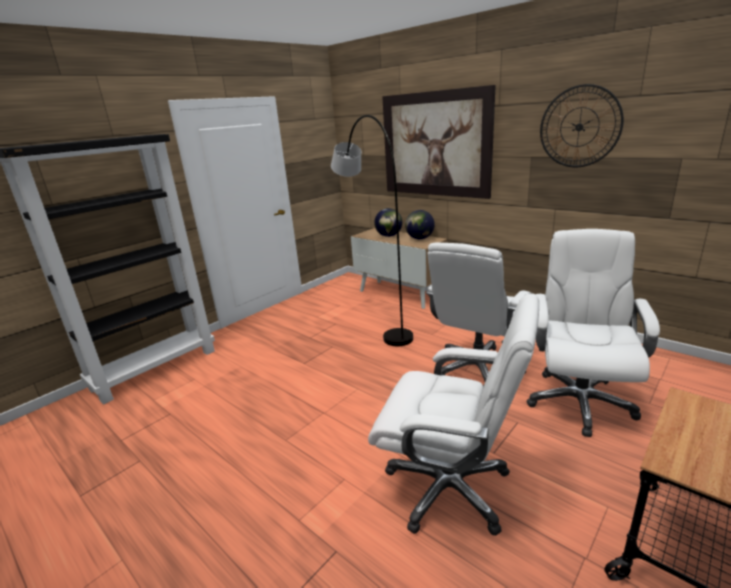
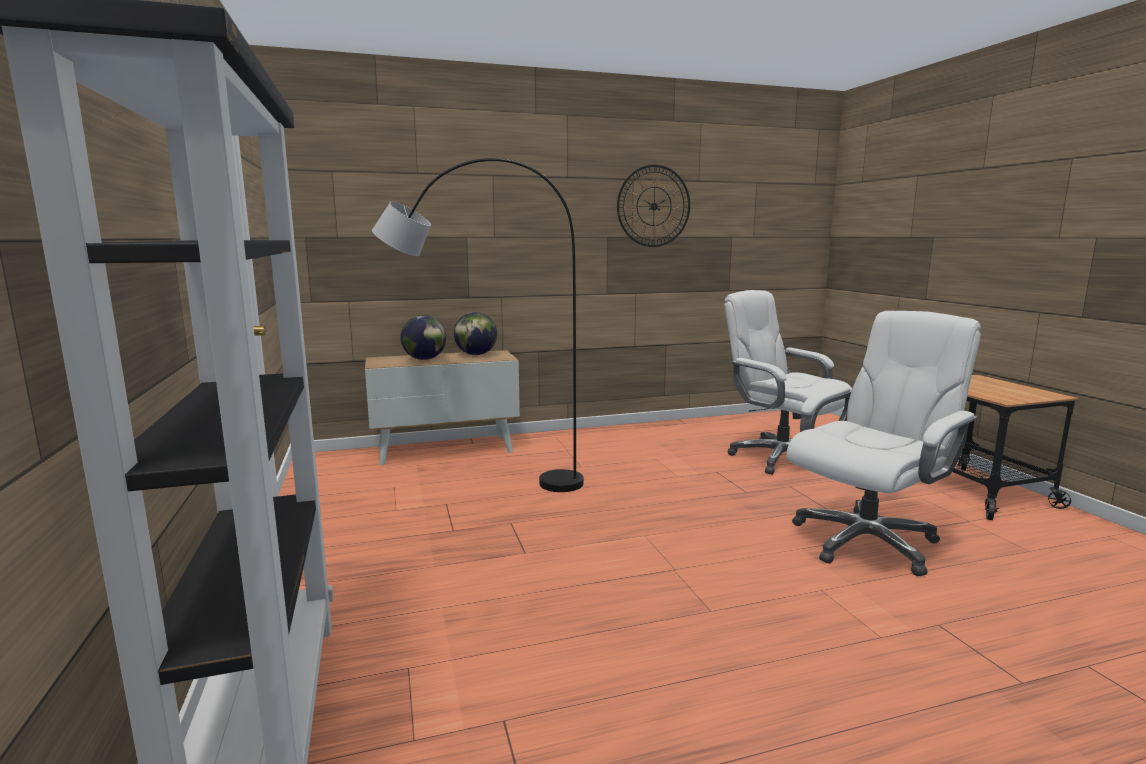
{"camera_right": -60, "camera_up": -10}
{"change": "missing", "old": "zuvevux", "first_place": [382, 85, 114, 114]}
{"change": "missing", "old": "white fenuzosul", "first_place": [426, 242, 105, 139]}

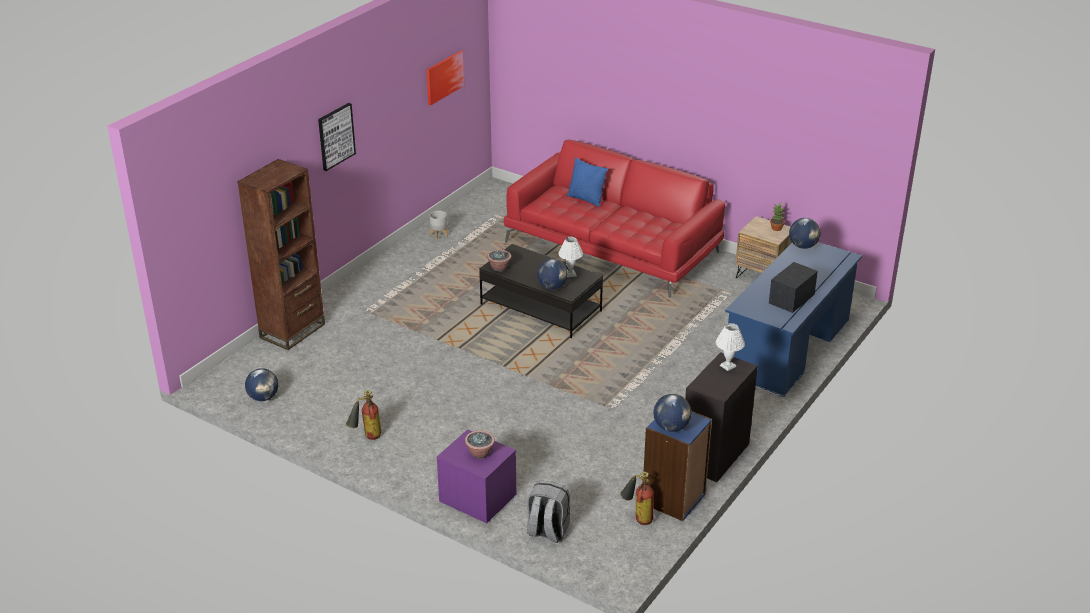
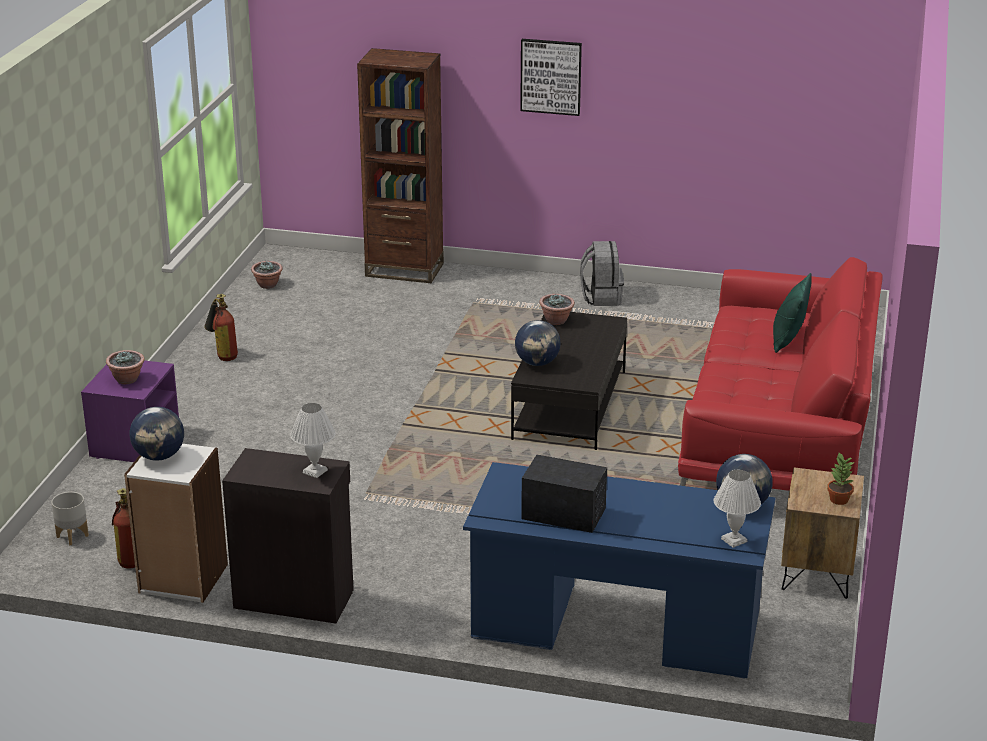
{"camera_right": 70, "camera_up": -5}
{"change": "missing", "old": "zuvevux", "first_place": [427, 51, 37, 54]}
{"change": "colour", "old": "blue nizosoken", "new": "green nizosoken", "first_place": [566, 157, 42, 50], "second_place": [773, 273, 39, 80]}
{"change": "relocated", "old": "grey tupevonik", "first_place": [429, 211, 18, 29], "second_place": [52, 492, 37, 53]}
{"change": "relocated", "old": "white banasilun", "first_place": [558, 237, 25, 40], "second_place": [714, 470, 47, 78]}
{"change": "exchanged", "old": "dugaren", "new": "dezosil", "first_place": [245, 368, 33, 33], "second_place": [251, 261, 32, 28]}
{"change": "colour", "old": "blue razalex", "new": "white razalex", "first_place": [644, 411, 68, 110], "second_place": [124, 444, 104, 159]}
{"change": "relocated", "old": "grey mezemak", "first_place": [527, 481, 43, 62], "second_place": [580, 241, 44, 65]}

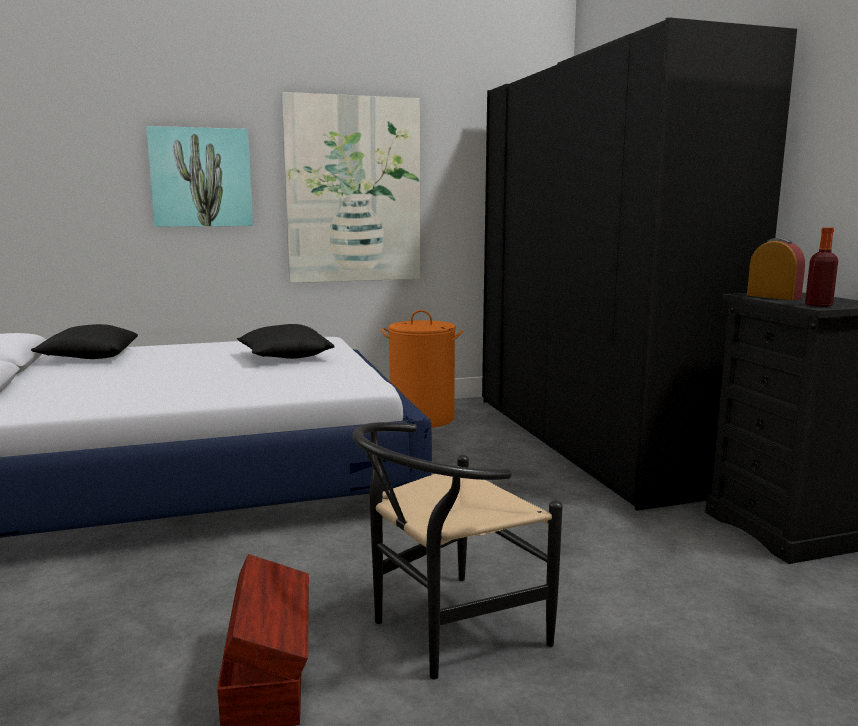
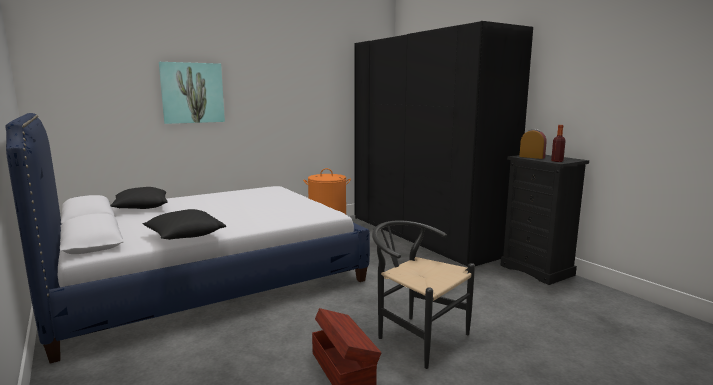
{"camera_right": -15, "camera_up": 0}
{"change": "missing", "old": "zuvevux", "first_place": [281, 92, 139, 191]}
{"change": "relocated", "old": "black nizosoken", "first_place": [237, 324, 98, 35], "second_place": [142, 209, 84, 31]}
{"change": "spun", "old": "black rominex", "first_place": [353, 422, 210, 257], "second_place": [372, 220, 103, 149], "degrees": 90}

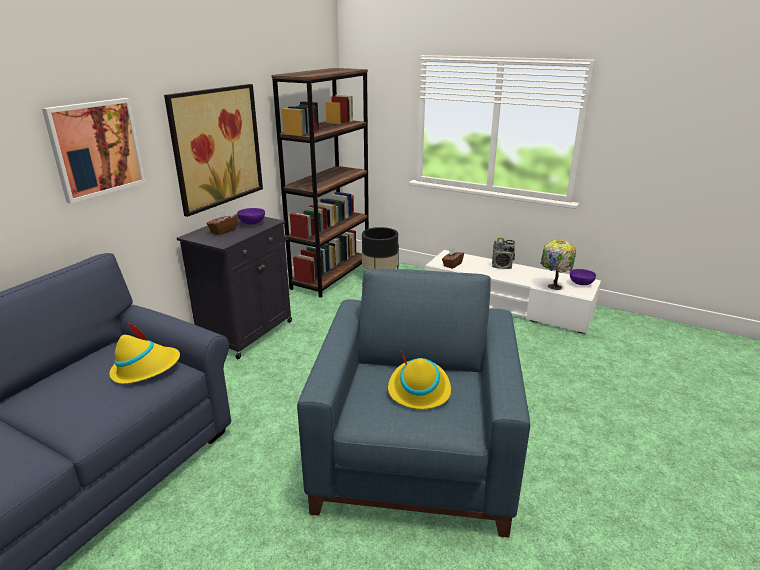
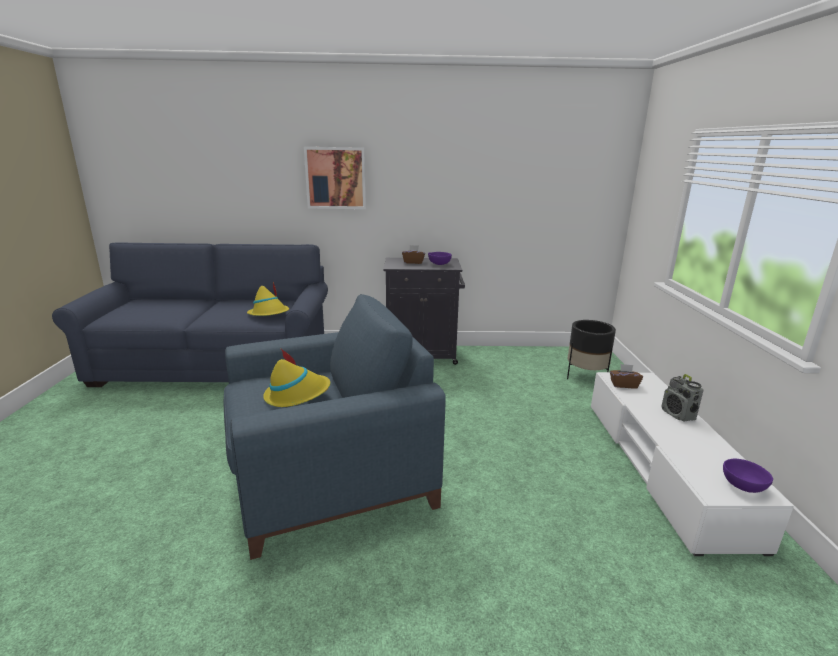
{"camera_right": 60, "camera_up": -5}
{"change": "missing", "old": "brown razalex", "first_place": [271, 68, 98, 230]}
{"change": "missing", "old": "zuvevux", "first_place": [164, 84, 99, 133]}
{"change": "missing", "old": "banasilun", "first_place": [540, 240, 36, 50]}

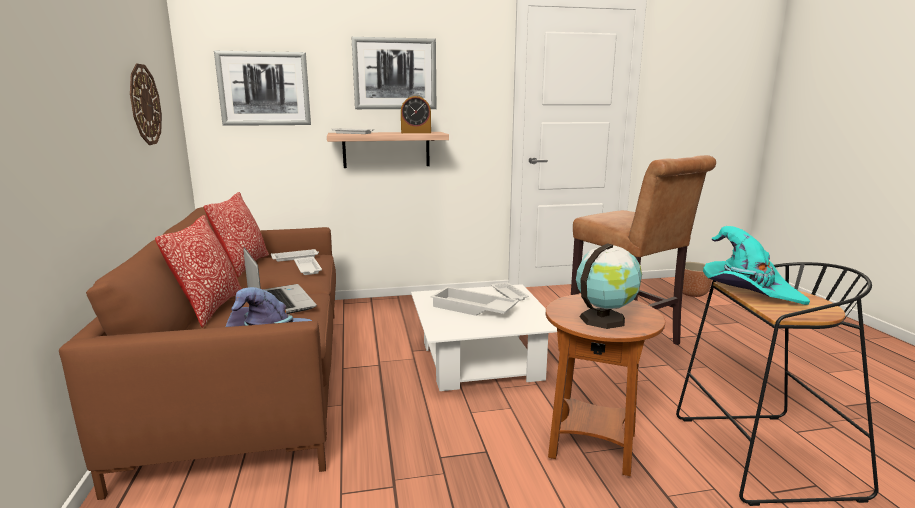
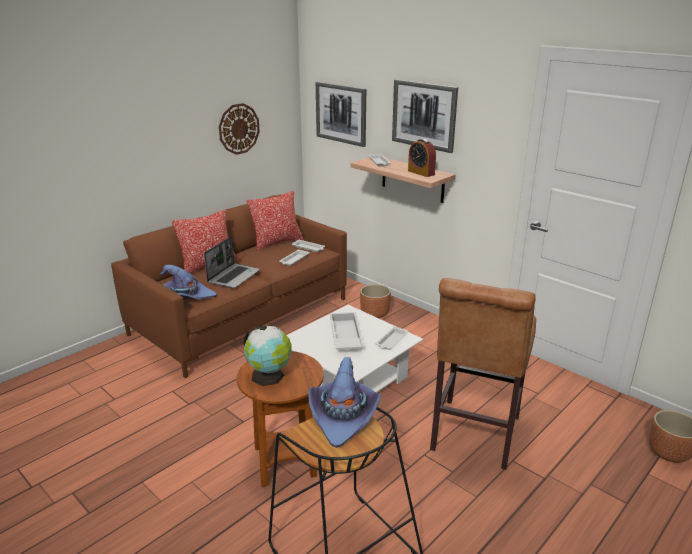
{"camera_right": 55, "camera_up": 10}
{"change": "colour", "old": "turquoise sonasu", "new": "purple sonasu", "first_place": [703, 226, 107, 79], "second_place": [308, 357, 73, 91]}
{"change": "appeared", "new": "brown tupevonik", "second_place": [360, 284, 31, 34]}

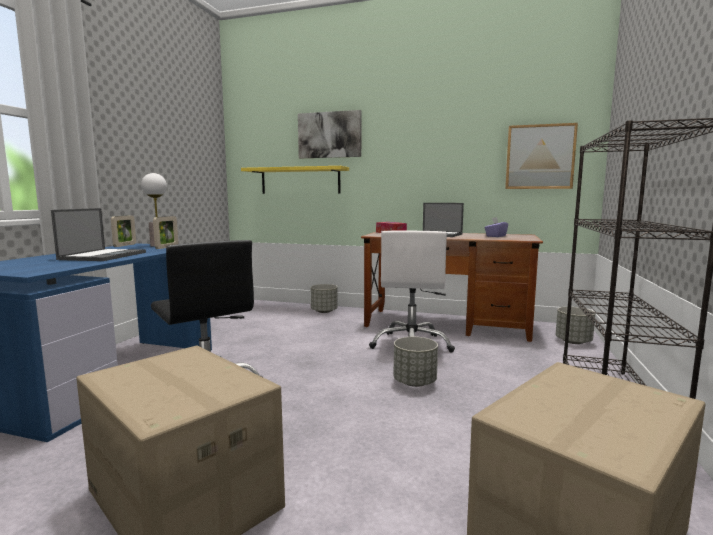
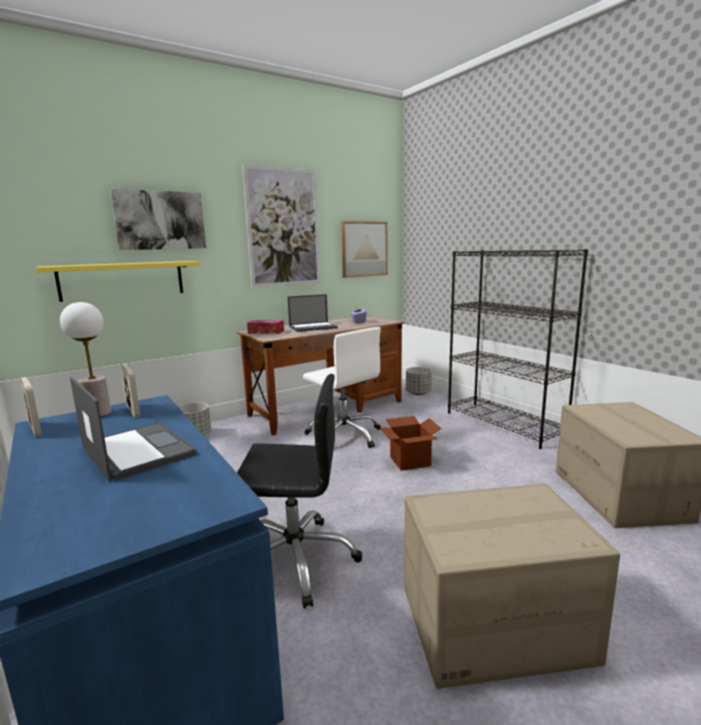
{"camera_right": -50, "camera_up": 5}
{"change": "exchanged", "old": "grey tupevonik", "new": "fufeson", "first_place": [394, 337, 44, 50], "second_place": [380, 416, 62, 55]}
{"change": "appeared", "new": "zuvevux", "second_place": [242, 164, 78, 124]}

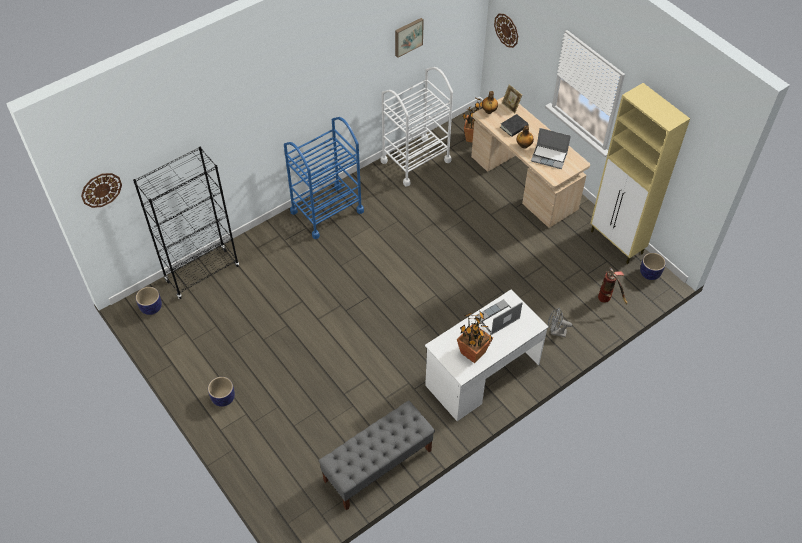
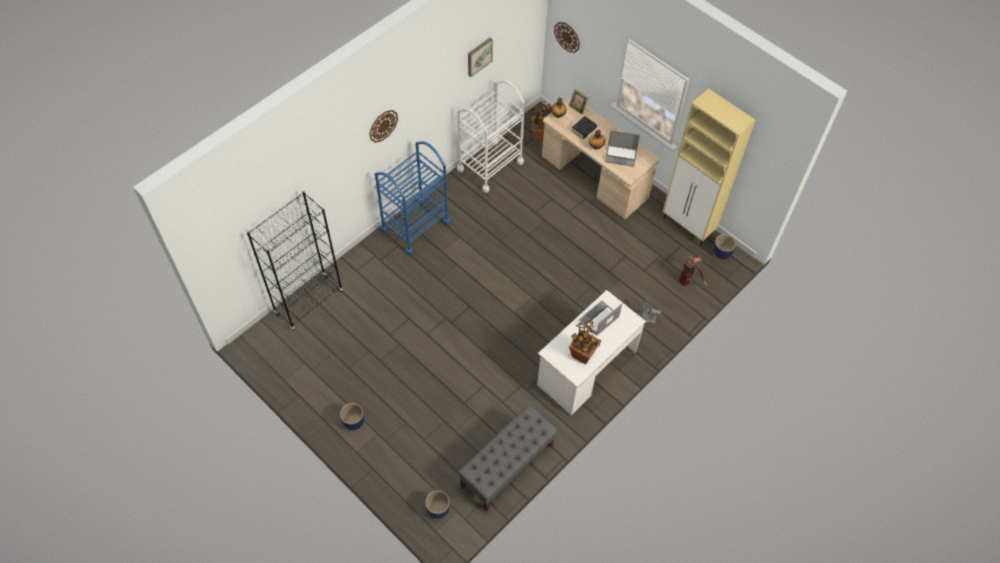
{"camera_right": -10, "camera_up": 5}
{"change": "relocated", "old": "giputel", "first_place": [81, 173, 41, 35], "second_place": [369, 110, 29, 33]}
{"change": "relocated", "old": "tupevonik", "first_place": [136, 287, 26, 28], "second_place": [425, 490, 25, 29]}

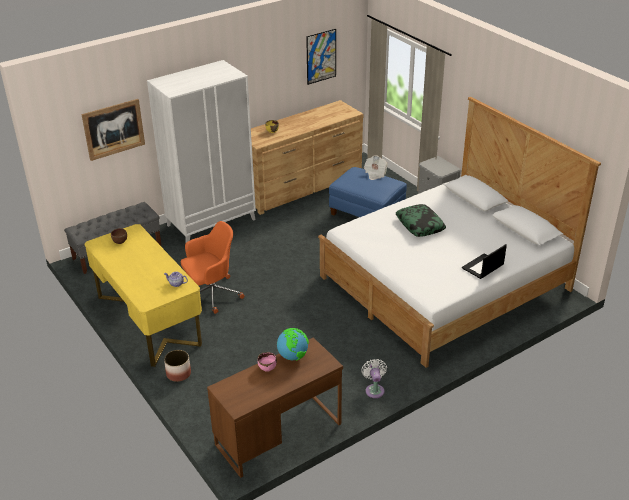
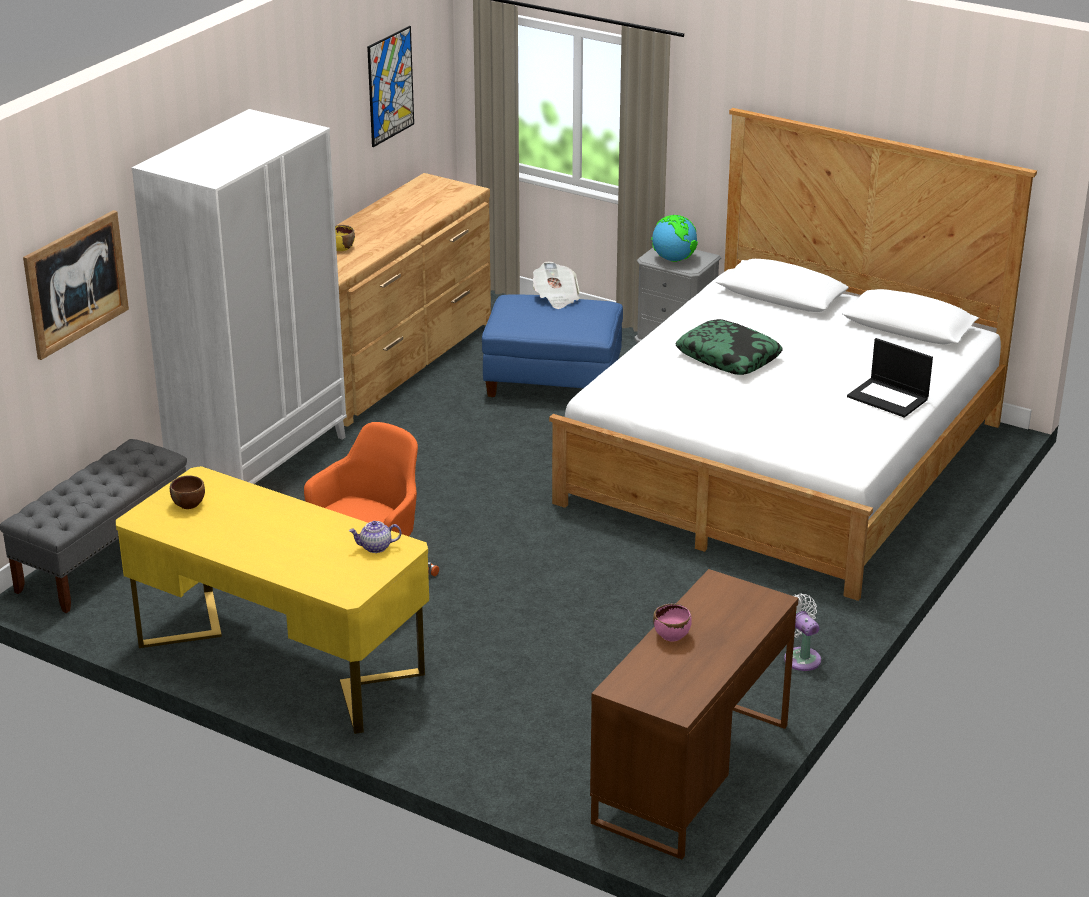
{"camera_right": -25, "camera_up": -5}
{"change": "spun", "old": "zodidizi", "first_place": [462, 244, 45, 35], "second_place": [847, 338, 86, 79], "degrees": -75}
{"change": "relocated", "old": "dugaren", "first_place": [277, 328, 32, 32], "second_place": [651, 215, 47, 47]}
{"change": "missing", "old": "tupevonik", "first_place": [164, 350, 27, 32]}

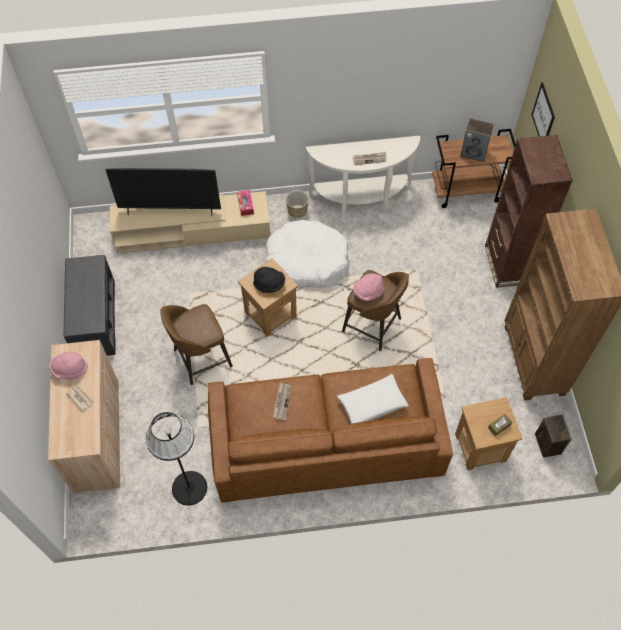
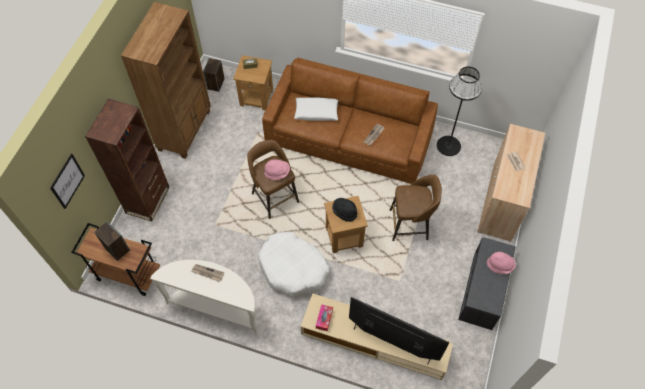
{"camera_right": -155, "camera_up": 0}
{"change": "missing", "old": "tupevonik", "first_place": [286, 190, 23, 28]}
{"change": "relocated", "old": "pink sonasu", "first_place": [49, 352, 39, 28], "second_place": [486, 252, 30, 22]}

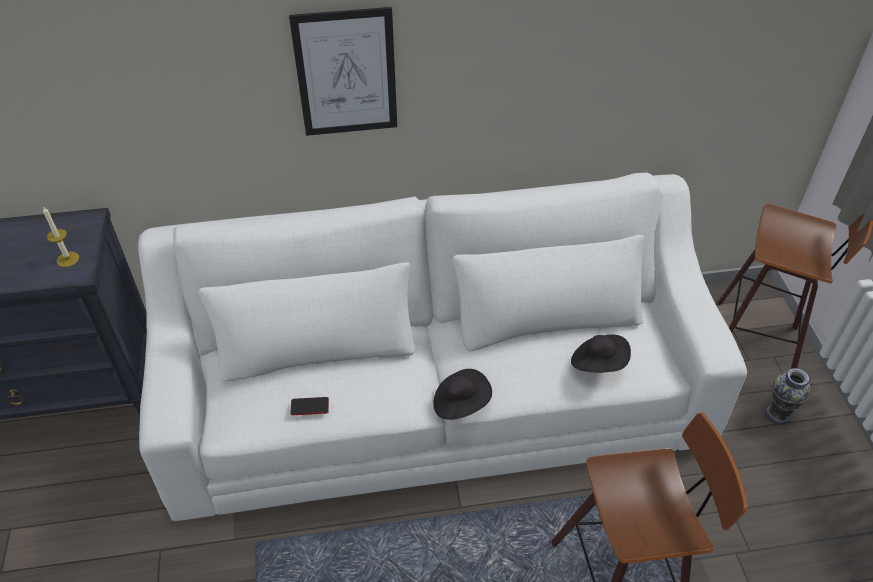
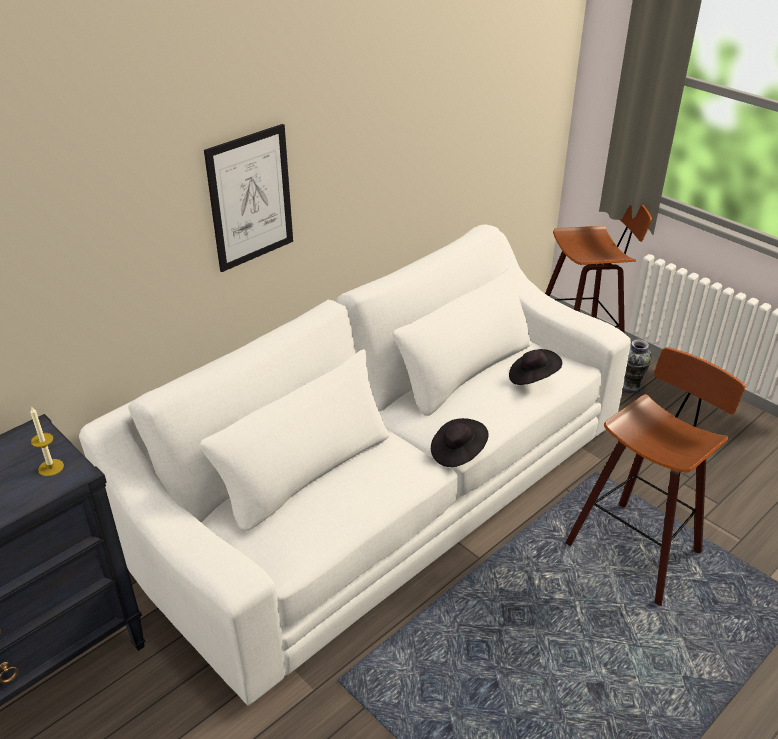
{"camera_right": -35, "camera_up": -10}
{"change": "missing", "old": "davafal", "first_place": [291, 397, 38, 18]}

